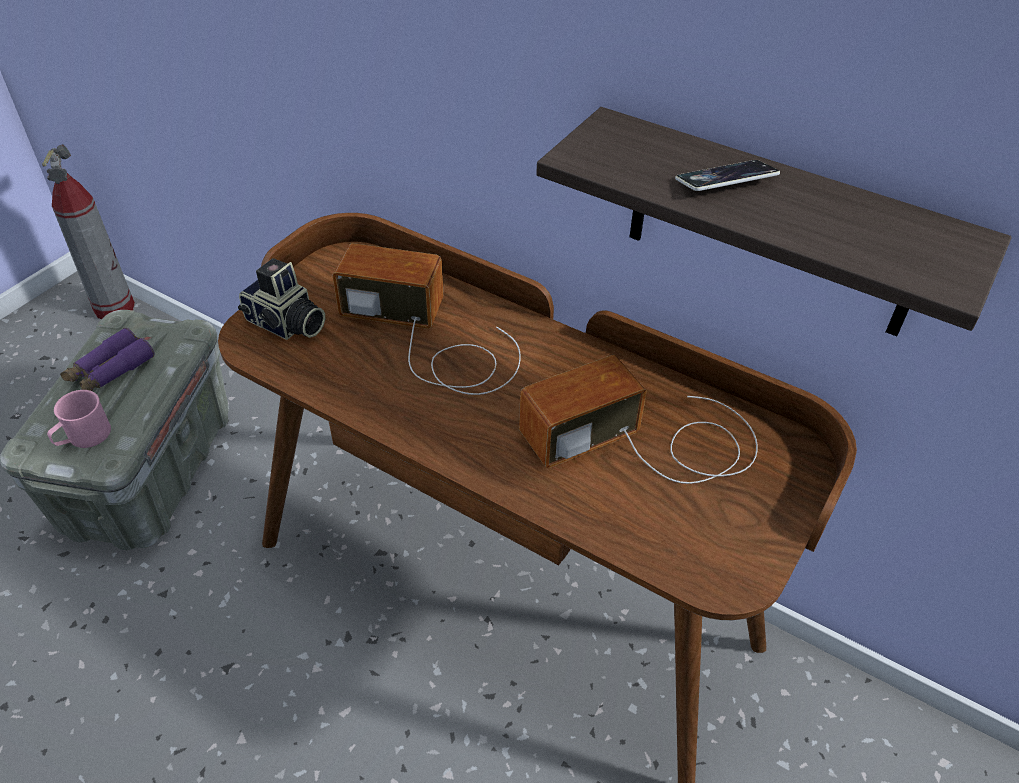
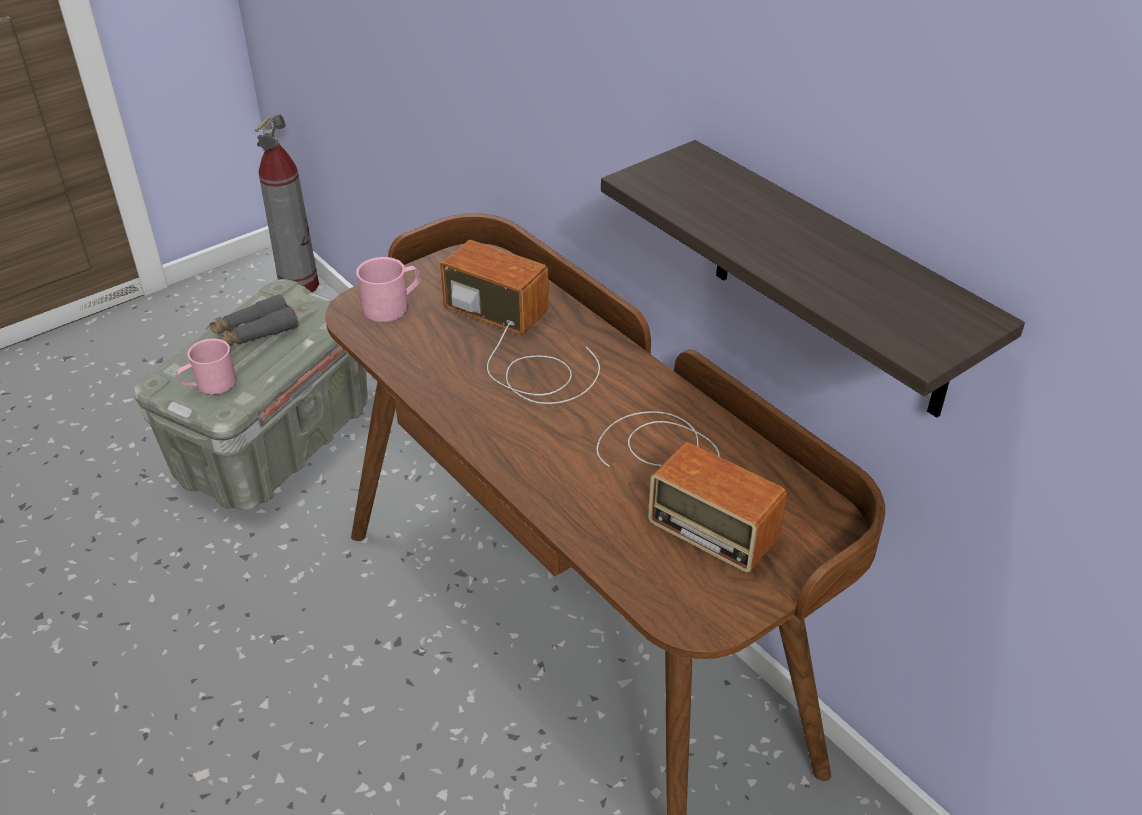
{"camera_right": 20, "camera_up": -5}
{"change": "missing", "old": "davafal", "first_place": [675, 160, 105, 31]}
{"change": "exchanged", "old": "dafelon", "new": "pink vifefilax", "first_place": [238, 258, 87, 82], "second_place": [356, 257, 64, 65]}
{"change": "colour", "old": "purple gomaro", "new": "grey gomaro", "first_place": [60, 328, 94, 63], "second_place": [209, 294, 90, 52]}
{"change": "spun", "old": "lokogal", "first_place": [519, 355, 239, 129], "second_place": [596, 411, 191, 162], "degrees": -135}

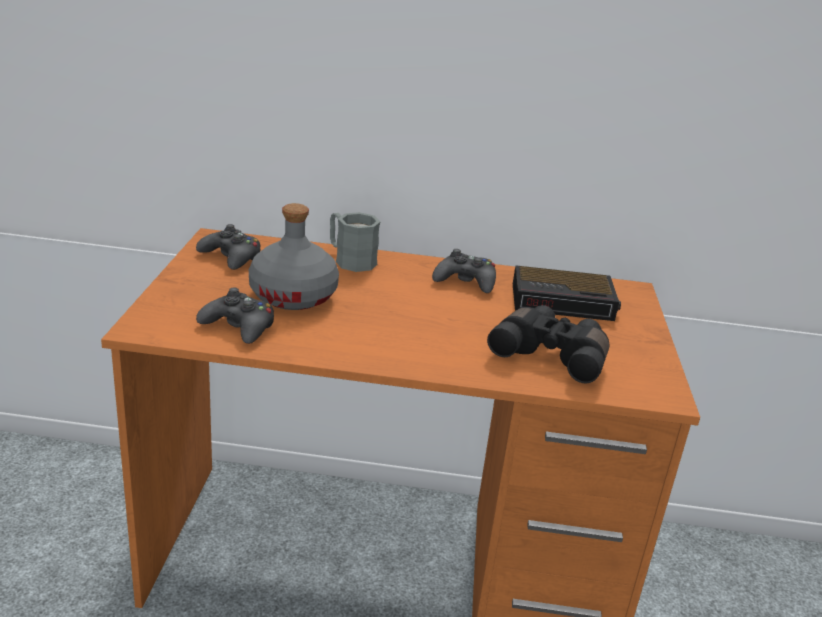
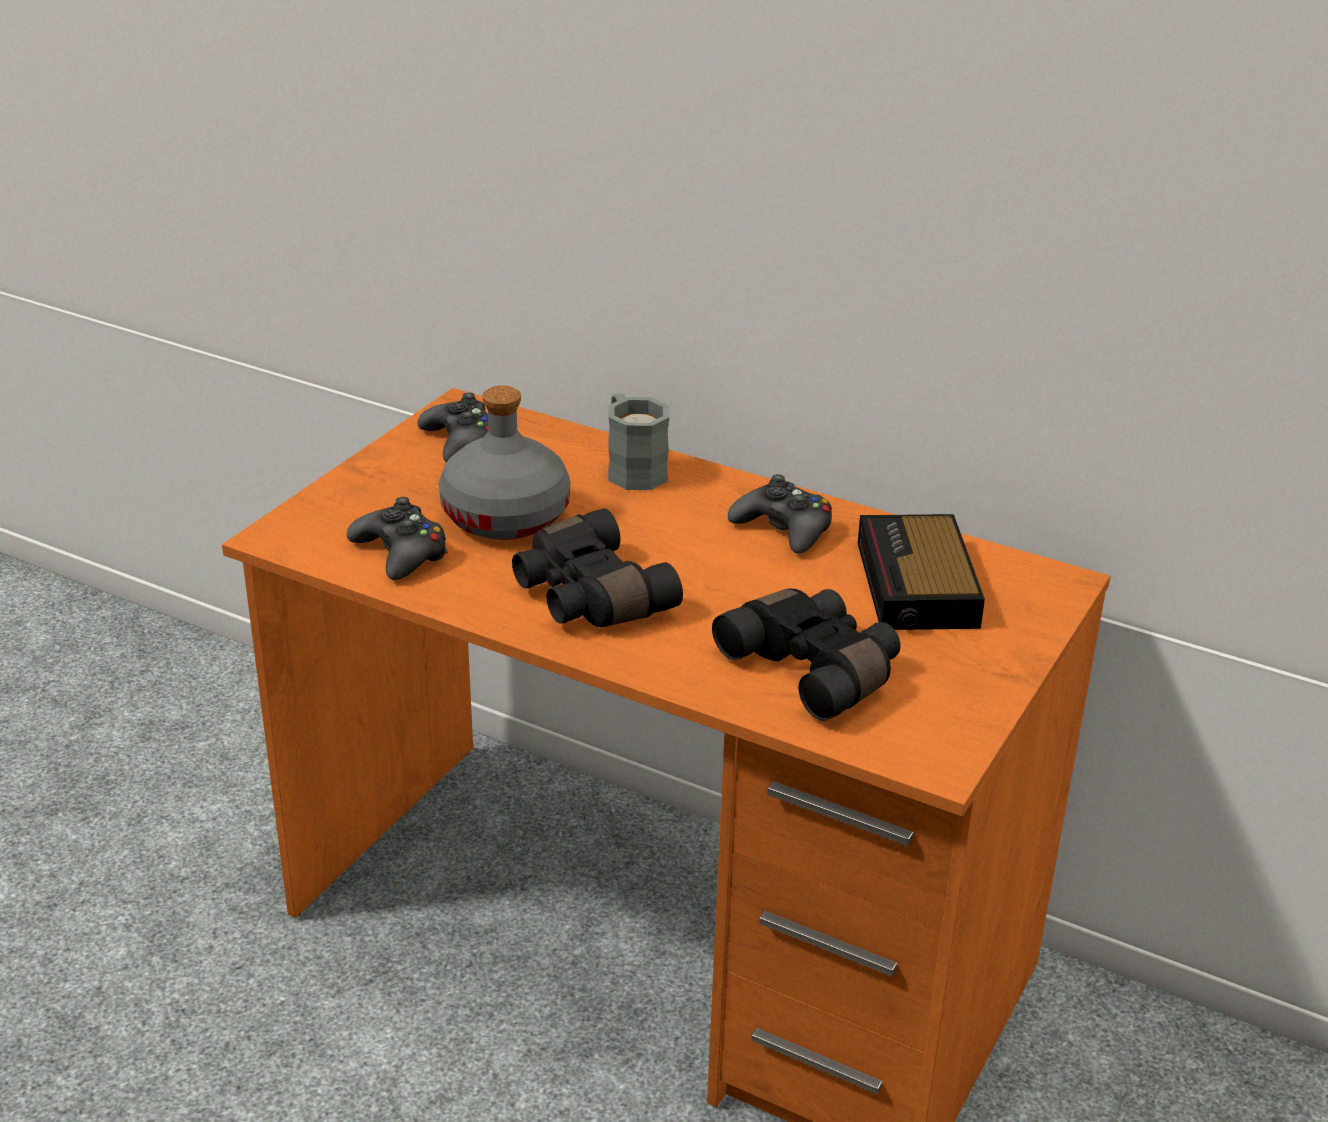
{"camera_right": 25, "camera_up": 5}
{"change": "spun", "old": "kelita", "first_place": [513, 265, 108, 56], "second_place": [858, 514, 127, 116], "degrees": 60}
{"change": "appeared", "new": "black gomaro", "second_place": [512, 509, 171, 118]}

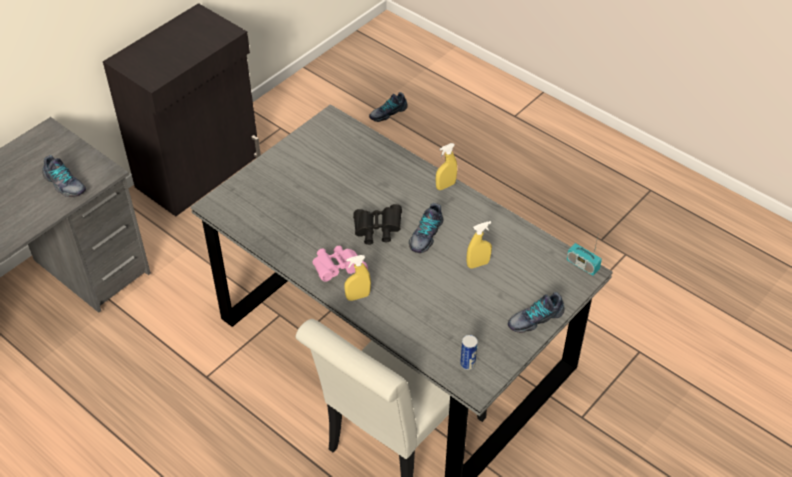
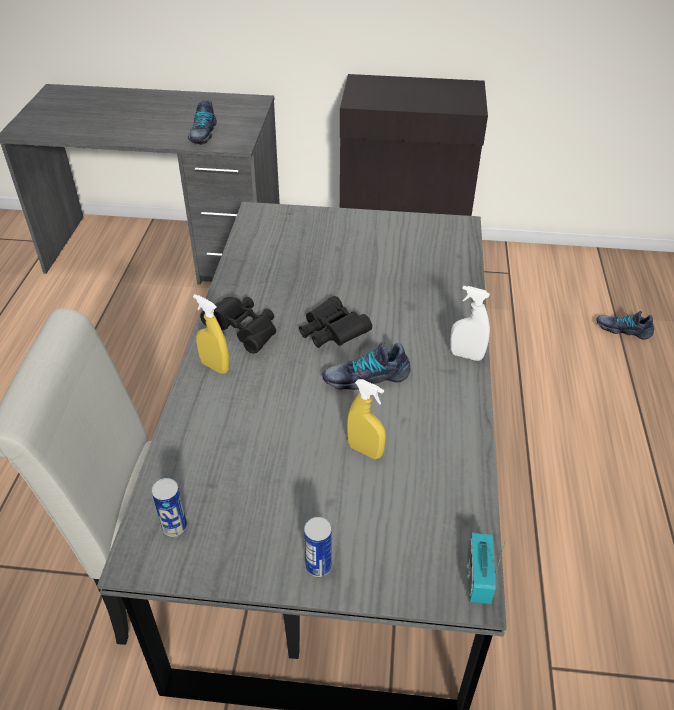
{"camera_right": 55, "camera_up": -5}
{"change": "colour", "old": "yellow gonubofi", "new": "white gonubofi", "first_place": [436, 143, 21, 47], "second_place": [450, 286, 40, 75]}
{"change": "colour", "old": "pink gomaro", "new": "black gomaro", "first_place": [312, 246, 56, 36], "second_place": [200, 297, 76, 57]}
{"change": "exchanged", "old": "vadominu", "new": "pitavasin", "first_place": [508, 292, 57, 41], "second_place": [304, 517, 28, 61]}

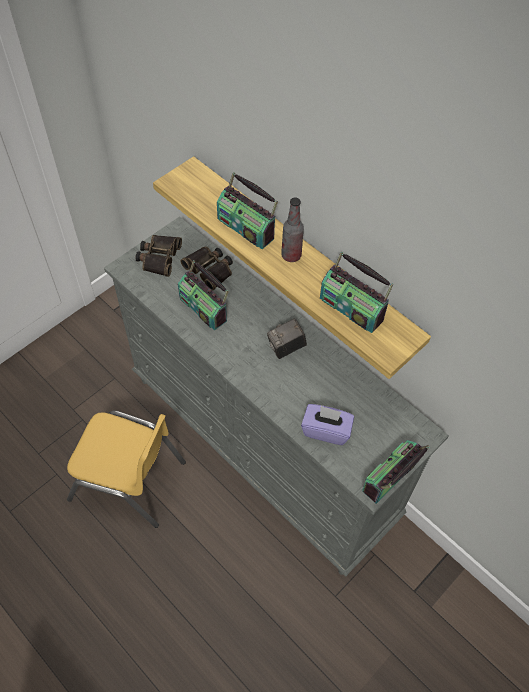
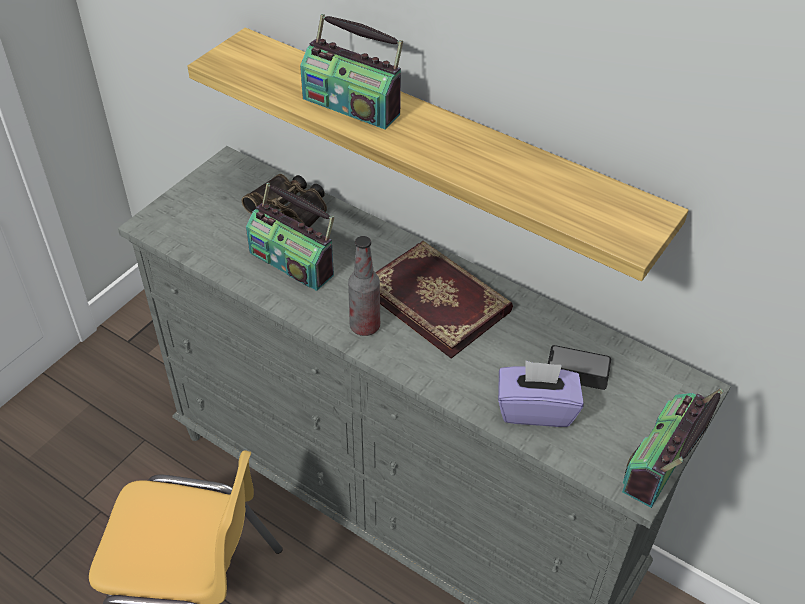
{"camera_right": -10, "camera_up": -10}
{"change": "relocated", "old": "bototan", "first_place": [281, 197, 23, 65], "second_place": [348, 236, 32, 100]}
{"change": "missing", "old": "gomaro", "first_place": [136, 235, 46, 42]}
{"change": "missing", "old": "lokogal", "first_place": [320, 252, 73, 81]}
{"change": "exchanged", "old": "dafelon", "new": "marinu", "first_place": [267, 318, 40, 41], "second_place": [375, 241, 138, 118]}
{"change": "appeared", "new": "davafal", "second_place": [548, 345, 63, 45]}

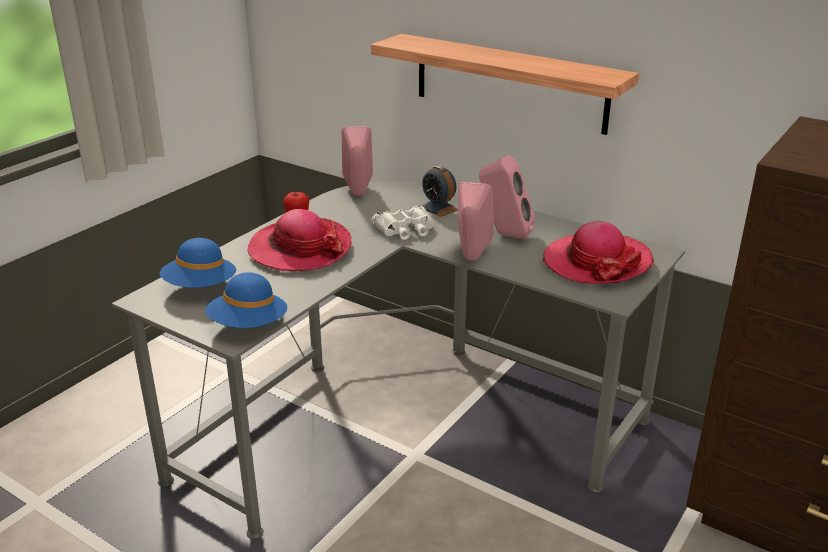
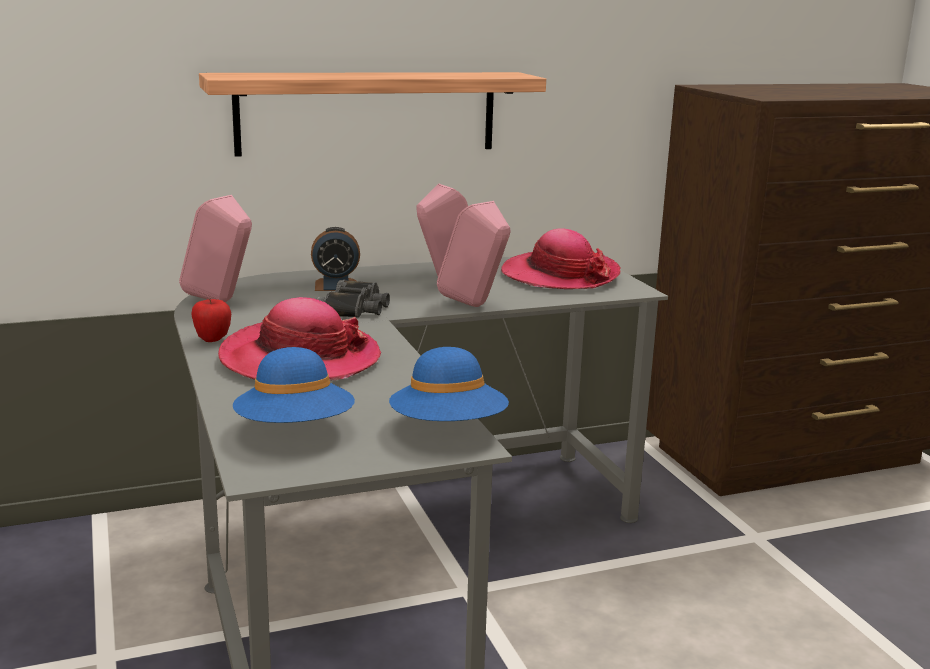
{"camera_right": -55, "camera_up": -10}
{"change": "colour", "old": "white gomaro", "new": "black gomaro", "first_place": [372, 206, 62, 34], "second_place": [317, 280, 73, 38]}

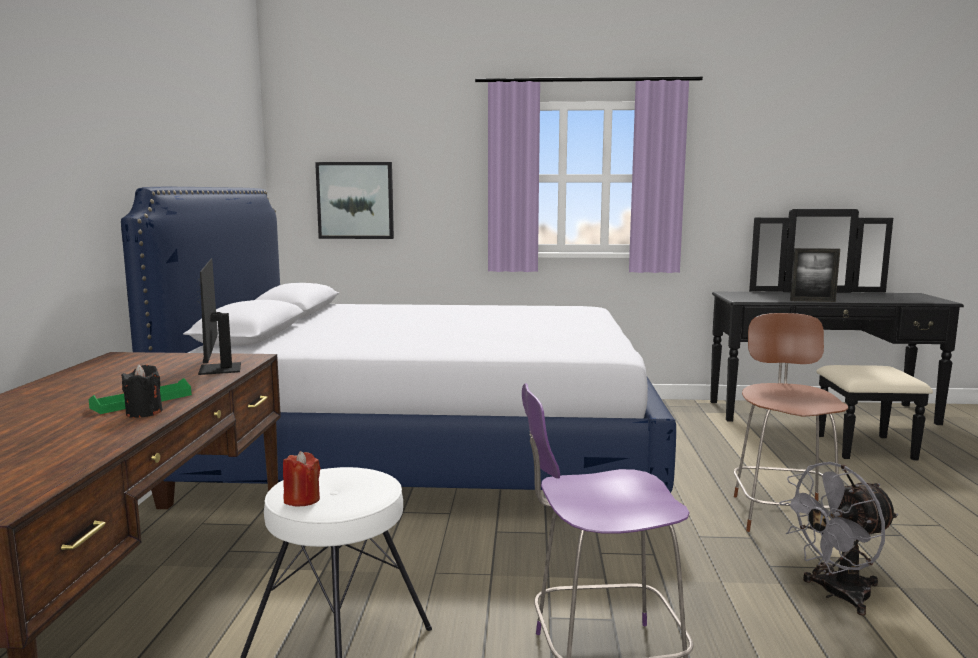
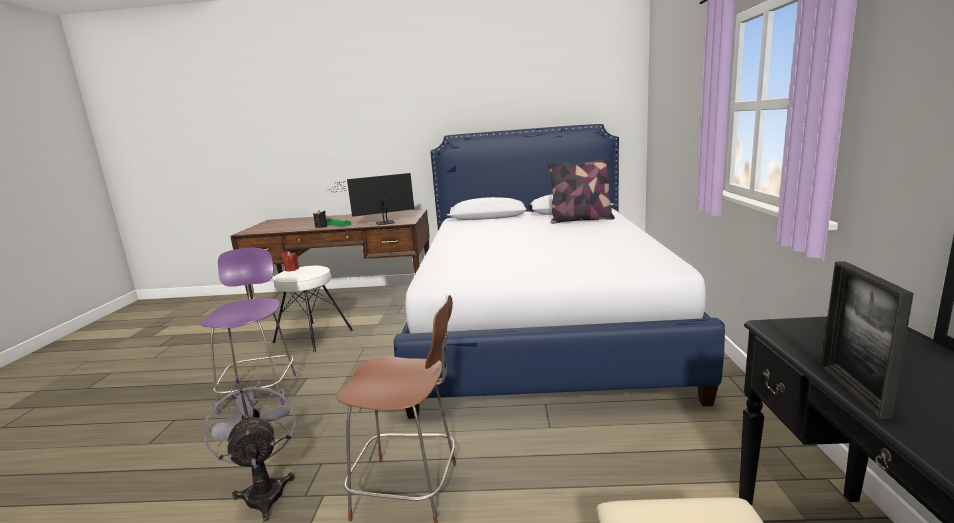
{"camera_right": 90, "camera_up": 5}
{"change": "missing", "old": "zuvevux", "first_place": [315, 162, 79, 77]}
{"change": "appeared", "new": "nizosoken", "second_place": [547, 158, 68, 66]}

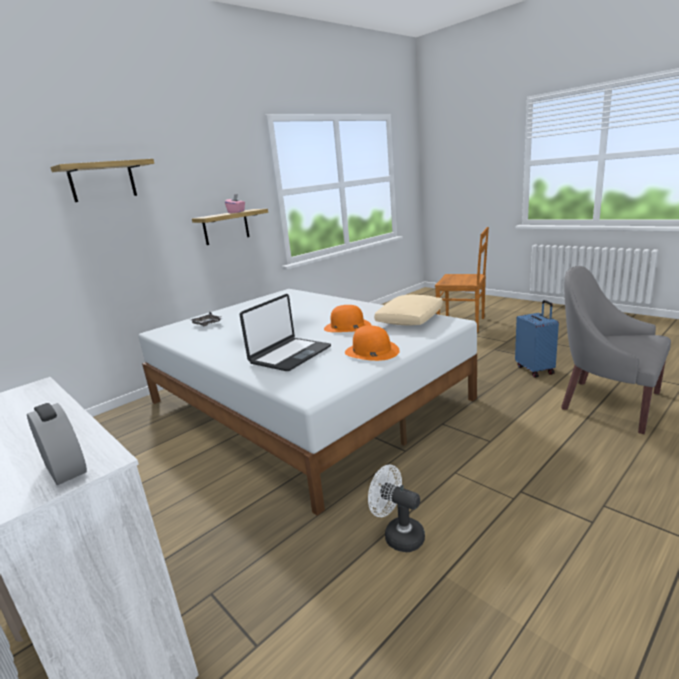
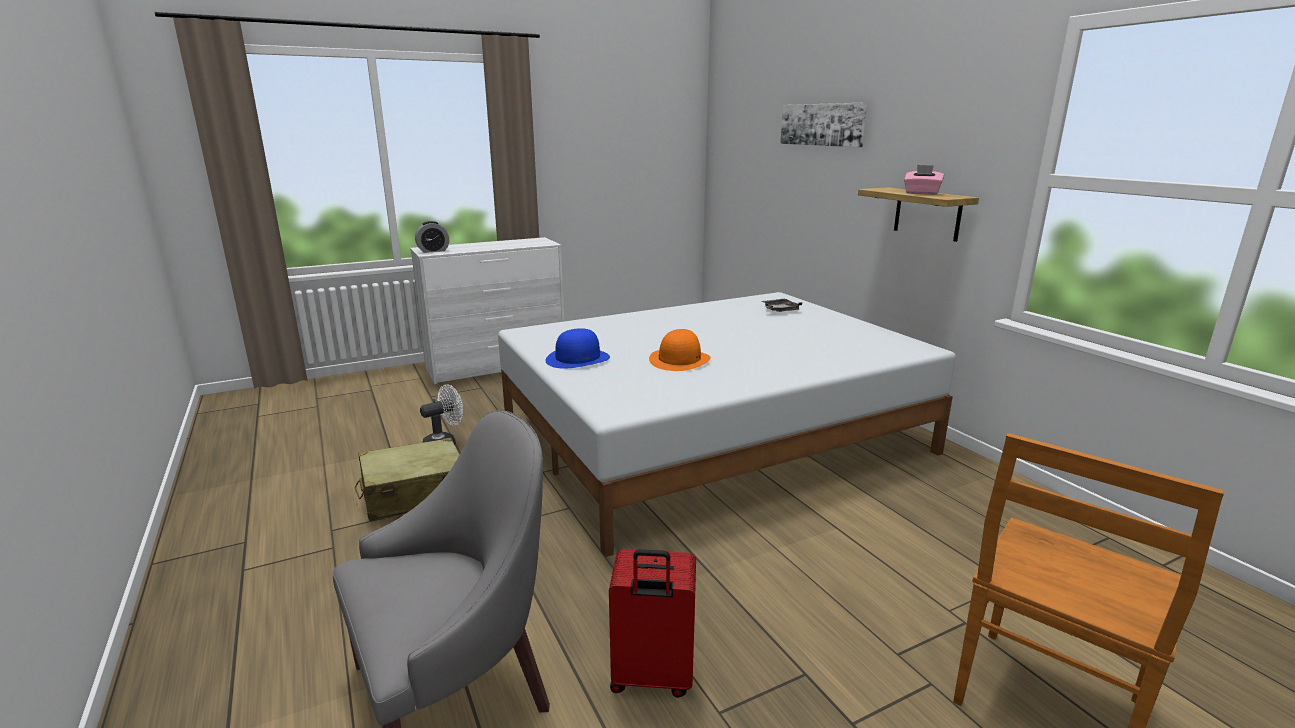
{"camera_right": 105, "camera_up": 0}
{"change": "exchanged", "old": "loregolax", "new": "zuvevux", "first_place": [50, 159, 104, 43], "second_place": [780, 103, 87, 44]}
{"change": "missing", "old": "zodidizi", "first_place": [240, 294, 91, 77]}
{"change": "missing", "old": "beige nizosoken", "first_place": [374, 294, 69, 31]}
{"change": "colour", "old": "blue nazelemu", "new": "red nazelemu", "first_place": [515, 300, 44, 78], "second_place": [609, 549, 87, 149]}
{"change": "colour", "old": "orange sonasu", "new": "blue sonasu", "first_place": [345, 326, 55, 35], "second_place": [546, 328, 64, 41]}
{"change": "appeared", "new": "beige nazelemu", "second_place": [355, 438, 105, 83]}

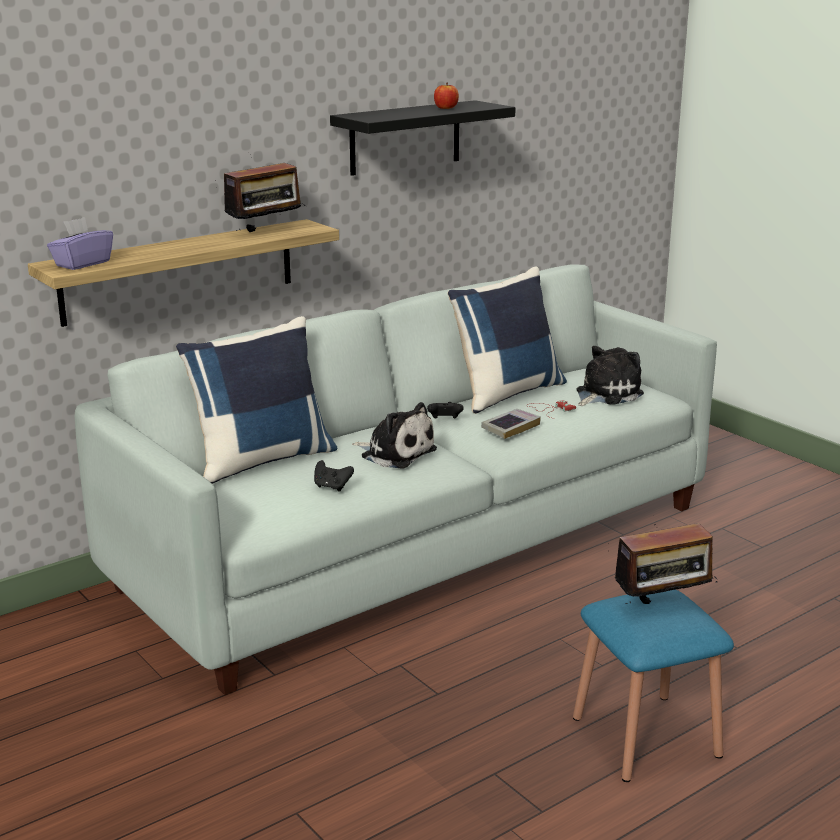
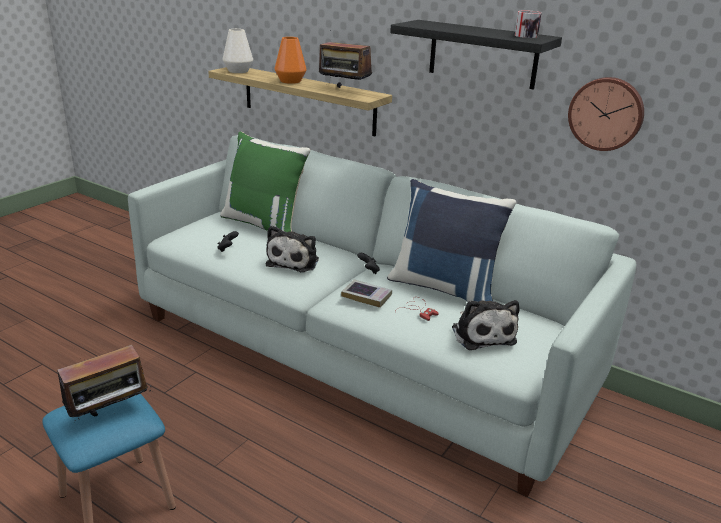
{"camera_right": 70, "camera_up": 5}
{"change": "missing", "old": "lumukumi", "first_place": [434, 83, 25, 26]}
{"change": "exchanged", "old": "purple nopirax", "new": "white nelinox", "first_place": [47, 217, 66, 53], "second_place": [223, 29, 30, 44]}
{"change": "colour", "old": "blue nizosoken", "new": "green nizosoken", "first_place": [176, 316, 162, 168], "second_place": [220, 132, 90, 100]}
{"change": "spun", "old": "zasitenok", "first_place": [576, 346, 68, 60], "second_place": [452, 300, 68, 50], "degrees": 45}
{"change": "spun", "old": "lokogal", "first_place": [615, 523, 102, 81], "second_place": [49, 345, 103, 76], "degrees": -90}
{"change": "appeared", "new": "vifefilax", "second_place": [515, 10, 27, 28]}
{"change": "appeared", "new": "orange nelinox", "second_place": [274, 37, 33, 47]}
{"change": "appeared", "new": "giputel", "second_place": [568, 77, 76, 74]}

